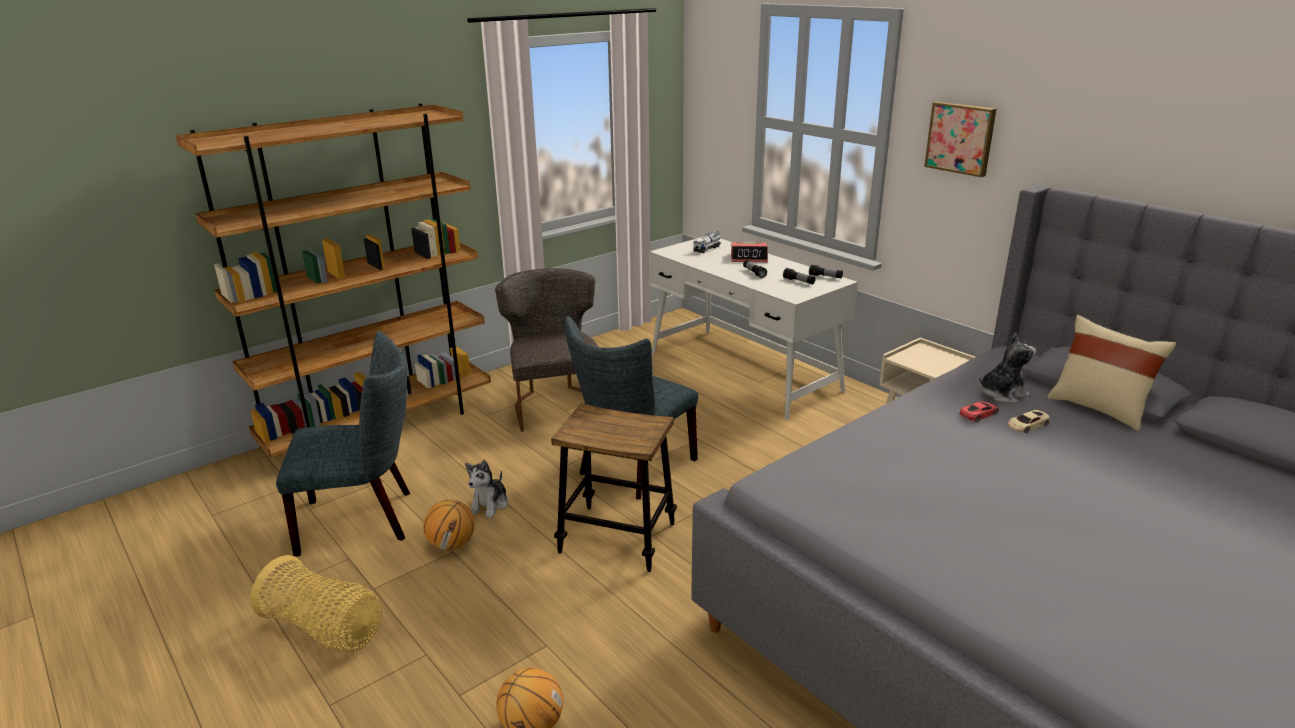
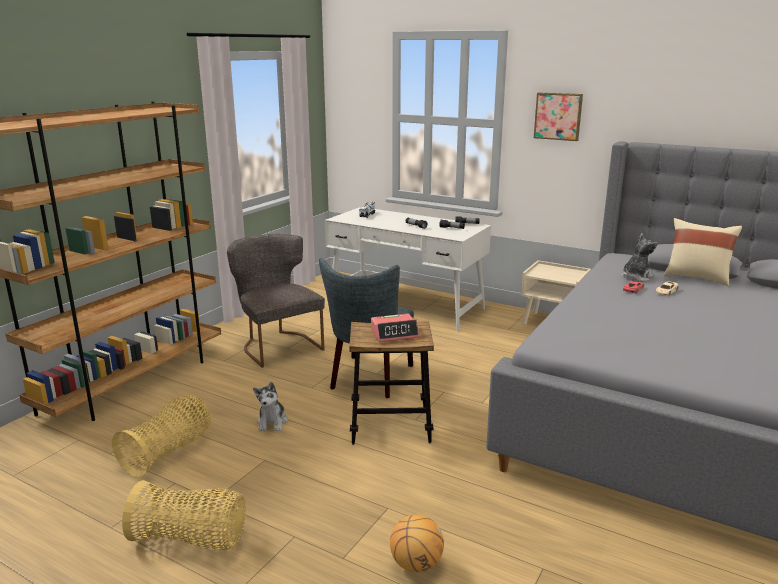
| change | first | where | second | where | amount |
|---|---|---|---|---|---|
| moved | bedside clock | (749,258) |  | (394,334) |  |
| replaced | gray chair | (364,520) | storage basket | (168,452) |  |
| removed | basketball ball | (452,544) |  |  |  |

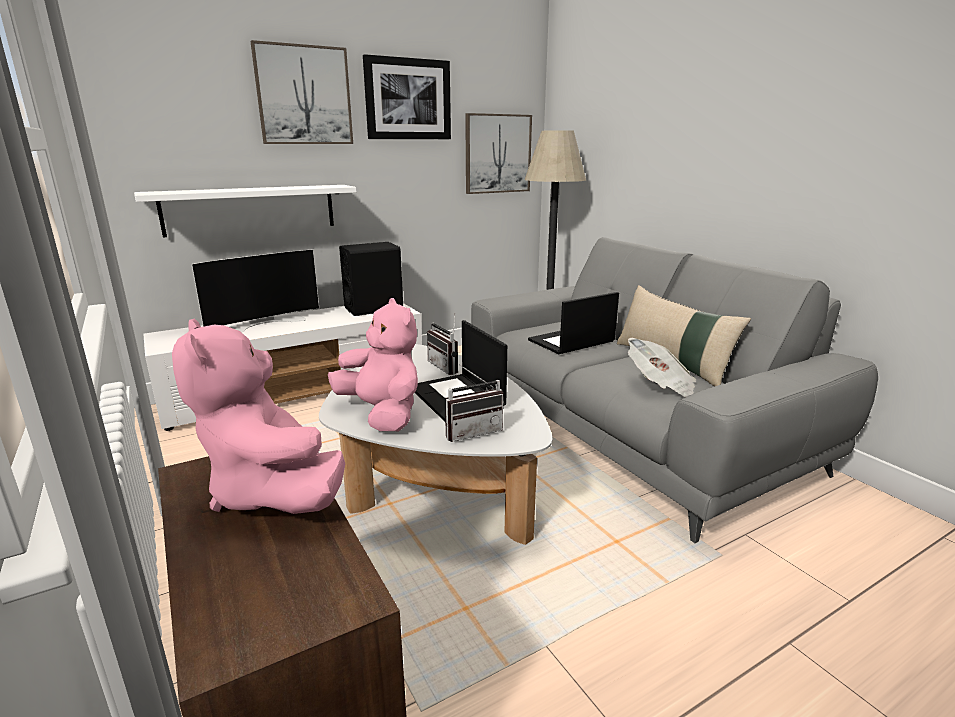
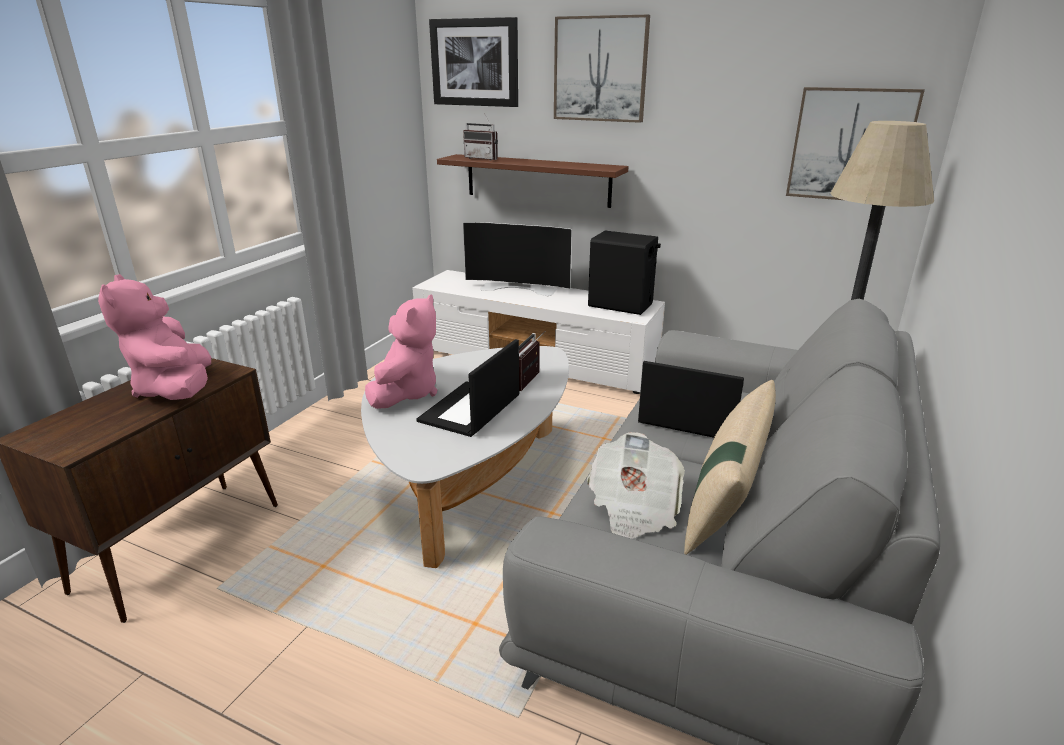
| change | first | where | second | where | amount |
|---|---|---|---|---|---|
| moved | wall picture | (408,99) |  | (475,63) |  |
| recoloured | white bracket shelf | (250,209) | brown-coloured bracket shelf | (537,180) |  |
| turned | pinkish soft toy | (272,492) |  | (176,390) | 45 degrees counterclockwise |
| moved | radio set | (472,431) |  | (483,158) |  |

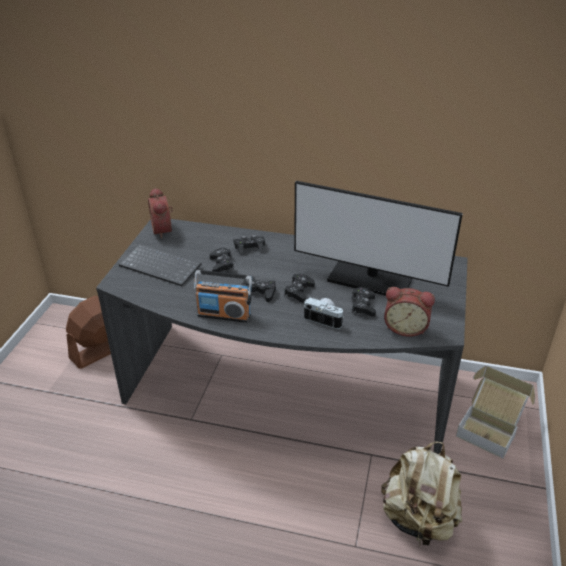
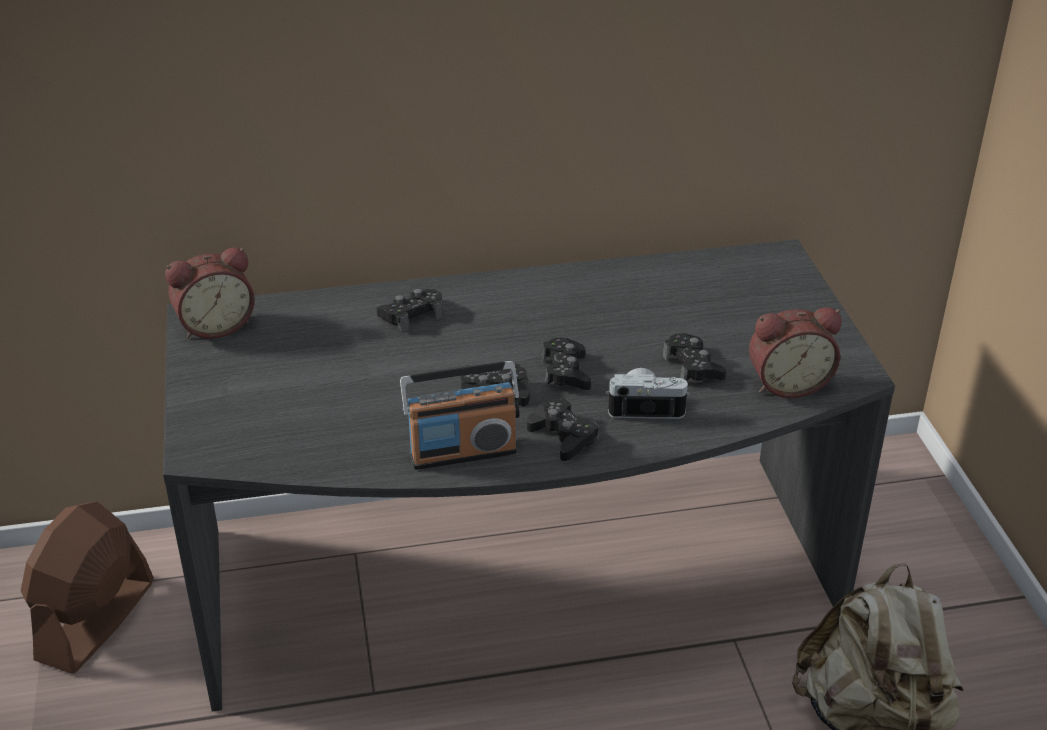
| change | first | where | second | where | amount |
|---|---|---|---|---|---|
| removed | computer display | (369,280) |  |  |  |
| turned | bedside clock | (164,230) |  | (215,325) | 75 degrees counterclockwise |
| removed | keyboard | (162,266) |  |  |  |
| moved | black-coloured joypad | (221,264) |  | (563,436) |  |
| removed | carton | (490,428) |  |  |  |

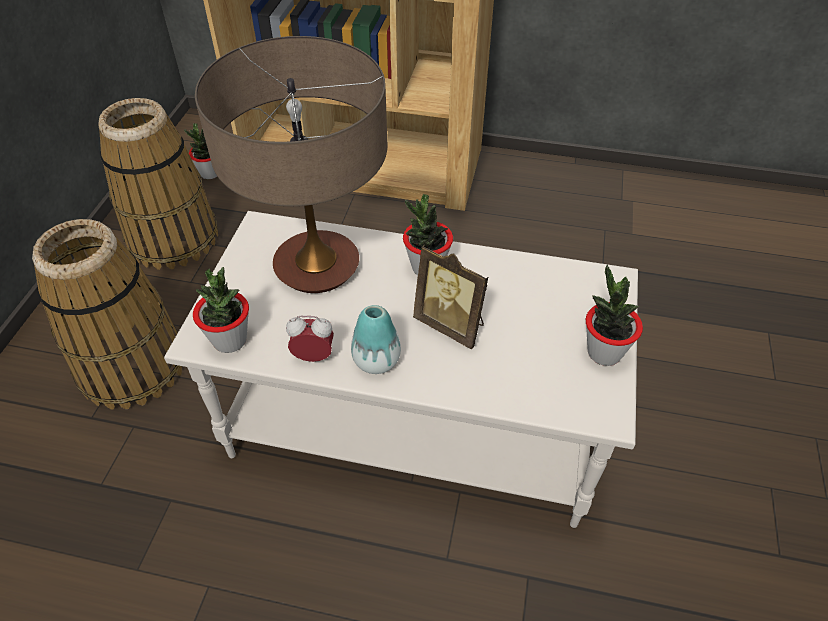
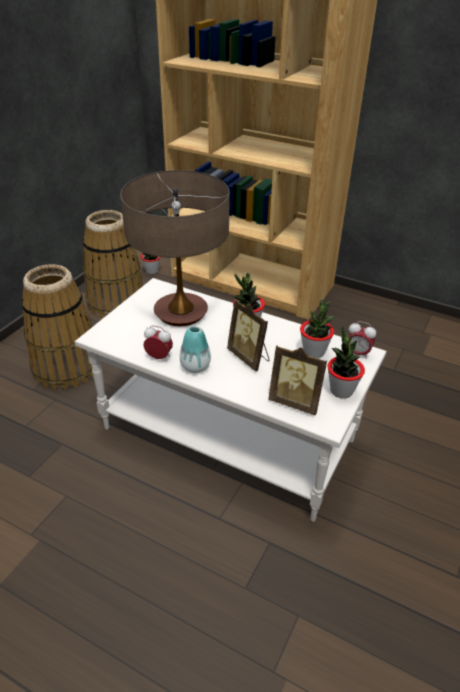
| change | first | where | second | where | amount |
|---|---|---|---|---|---|
| moved | houseplant | (230,340) |  | (314,352) |  |
| added |  |  | bedside clock | (357,353) |  |
| added |  |  | picture frame | (295,402) |  |

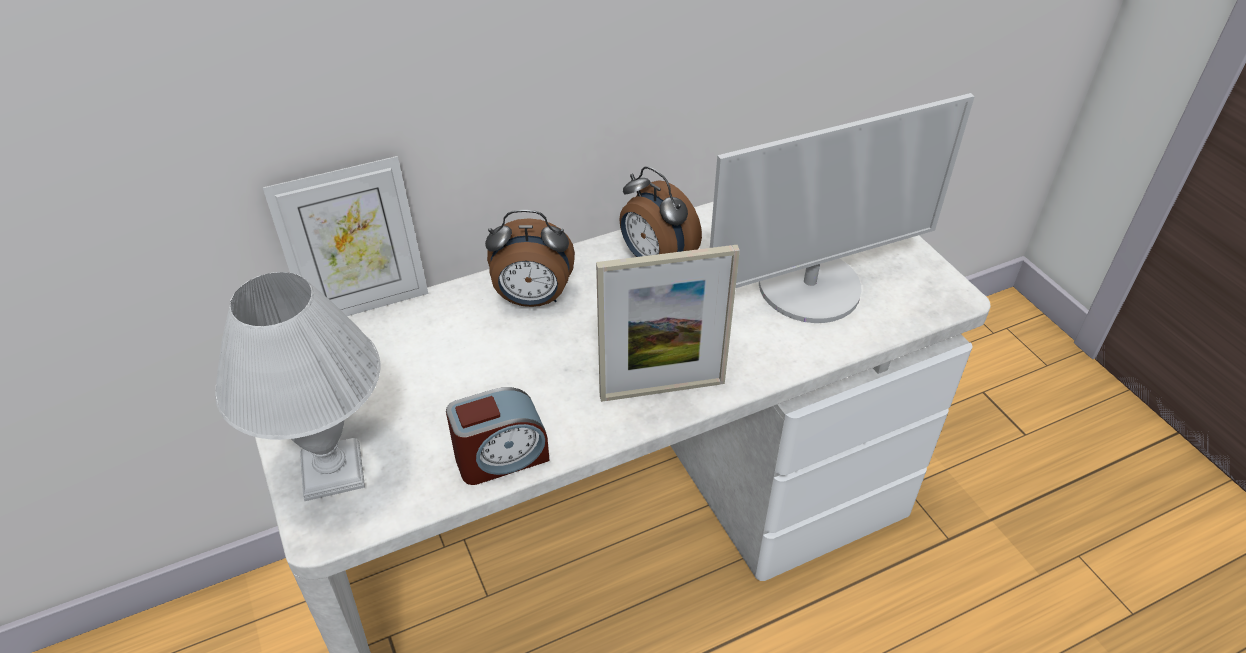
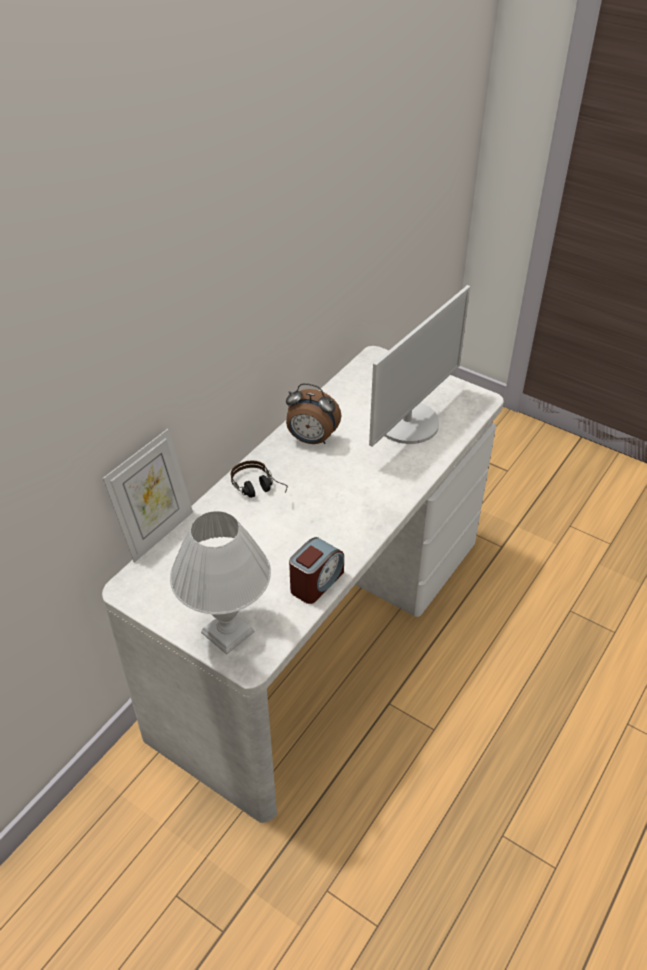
| change | first | where | second | where | amount |
|---|---|---|---|---|---|
| replaced | bedside clock | (532,299) | pair of headphones | (259,490) |  |
| removed | picture frame | (662,389) |  |  |  |

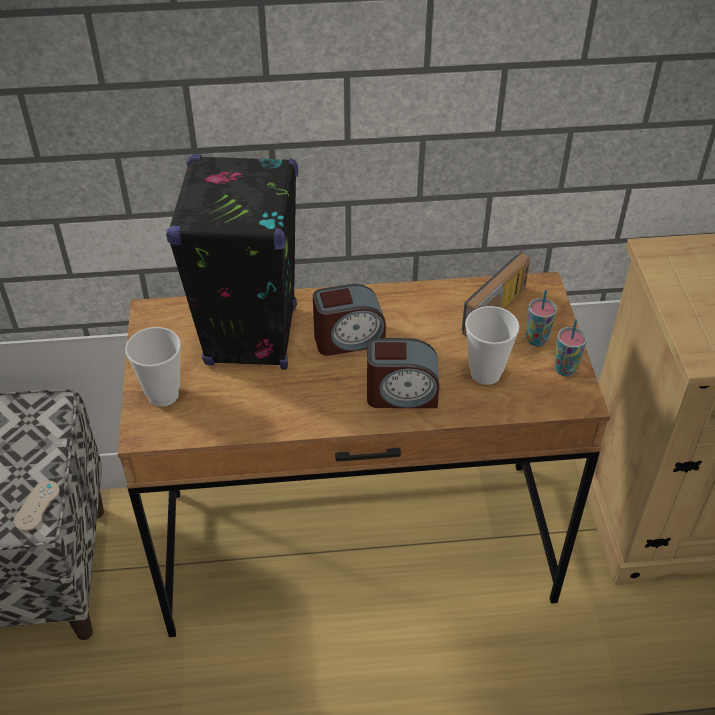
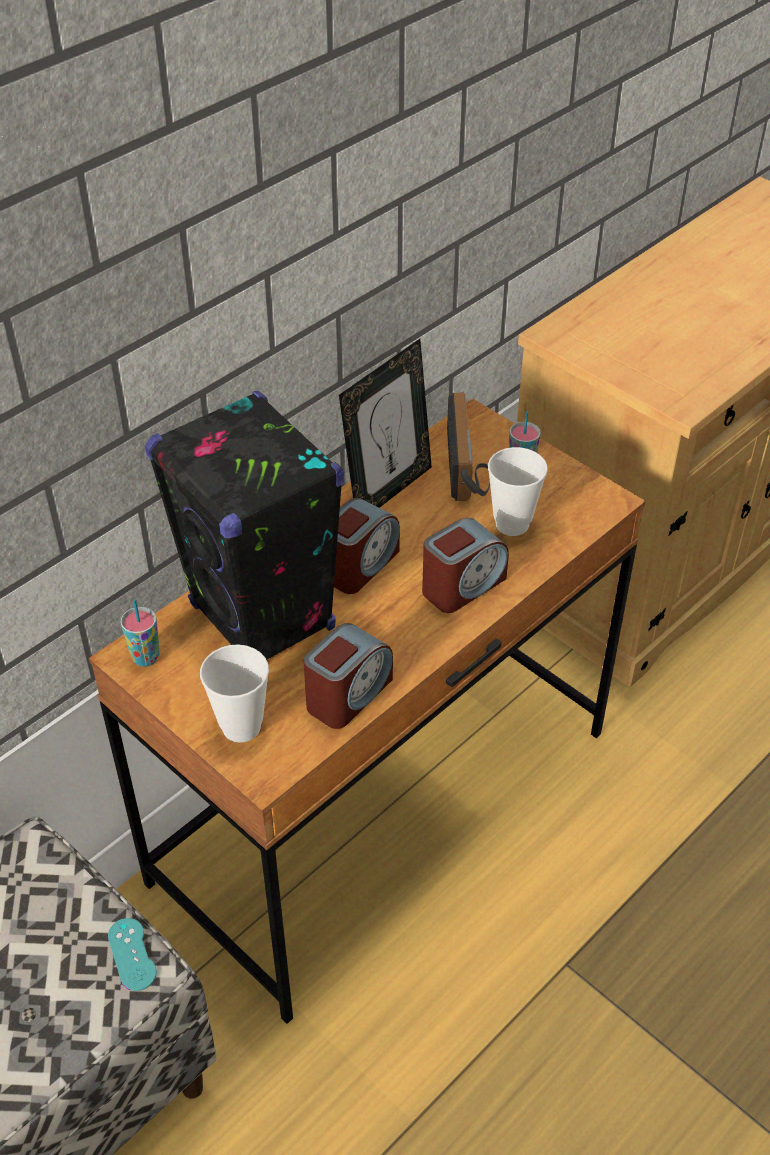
| change | first | where | second | where | amount |
|---|---|---|---|---|---|
| moved | drinking cup | (565,369) |  | (145,657) |  |
| recoloured | beige-coloured joypad | (37,506) | turquoise joypad | (132,954) |  |
| added |  |  | picture frame | (387,491) |  |
| added |  |  | bedside clock | (348,694) |  |

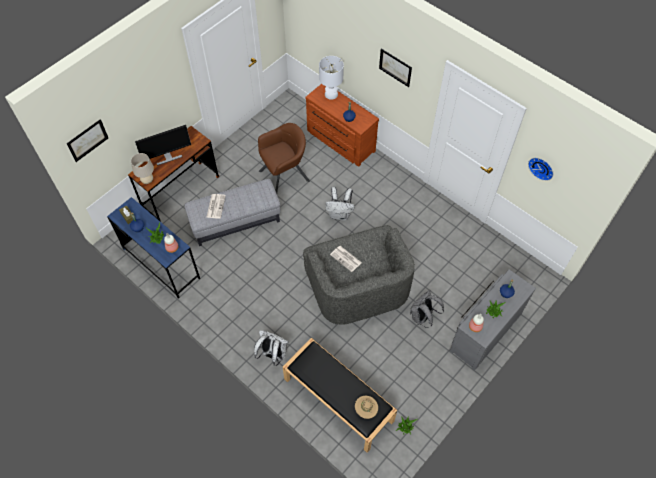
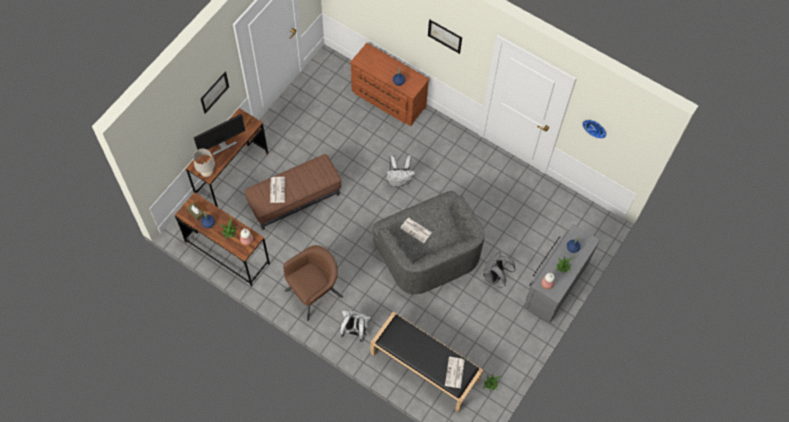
| change | first | where | second | where | amount |
|---|---|---|---|---|---|
| removed | white table lamp | (331,94) |  |  |  |
| moved | wall picture | (87,140) |  | (214,92) |  |
| moved | brown-coloured easy chair | (284,176) |  | (314,293) |  |
| recoloured | gray ottoman | (236,222) | brown-coloured ottoman | (295,200) |  |
| recoloured | blue desk | (161,263) | brown-coloured desk | (227,252) |  |
| replaced | beige-coloured clothing hat | (366,409) | printed paper | (454,373) |  |

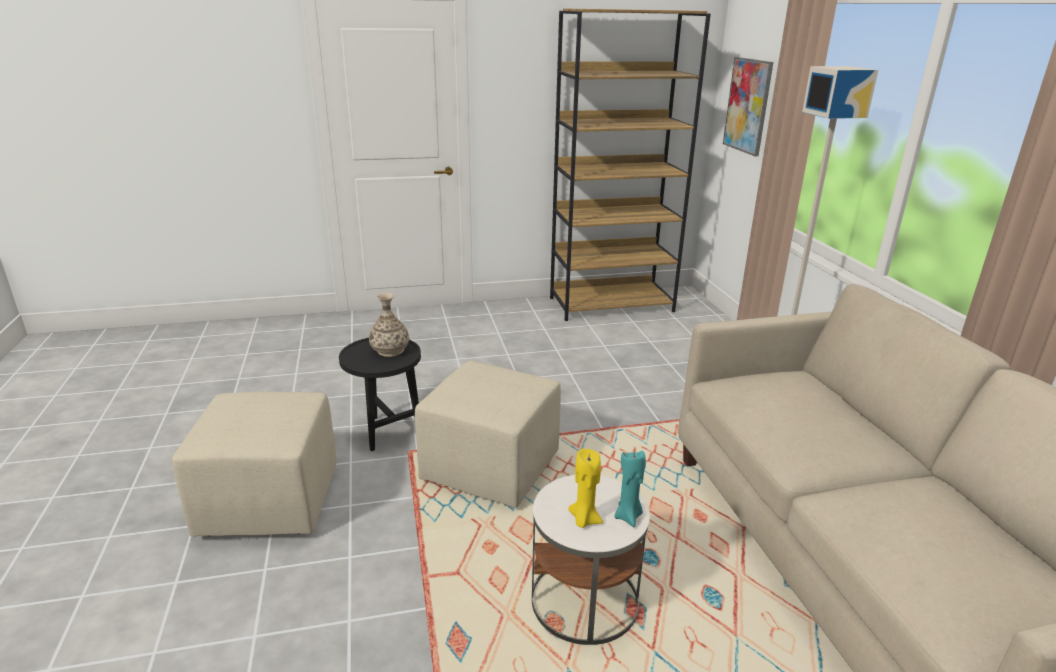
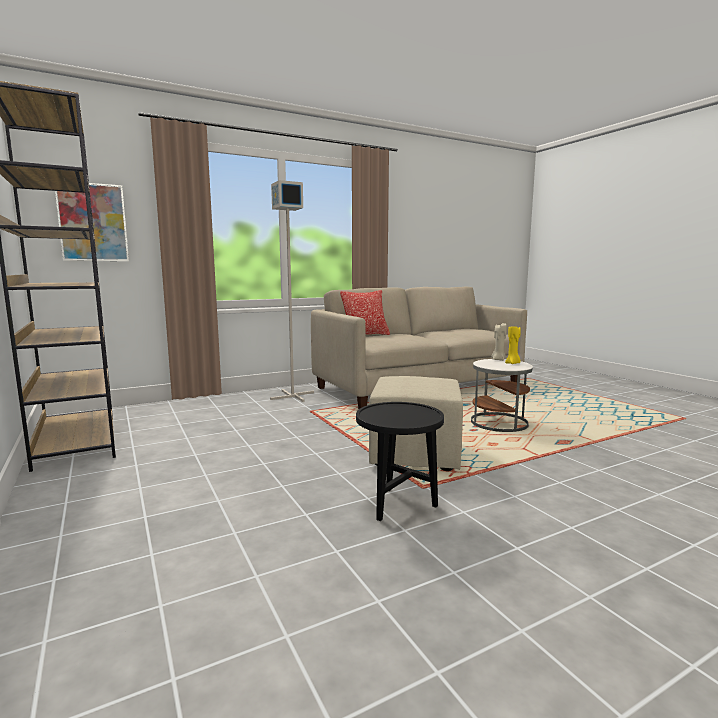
| change | first | where | second | where | amount |
|---|---|---|---|---|---|
| removed | vase | (390,350) |  |  |  |
| removed | beige-coloured ottoman | (269,501) |  |  |  |
| recoloured | turquoise wax light | (628,516) | beige-coloured wax light | (498,359) |  |
| added |  |  | pillow | (365,335) |  |

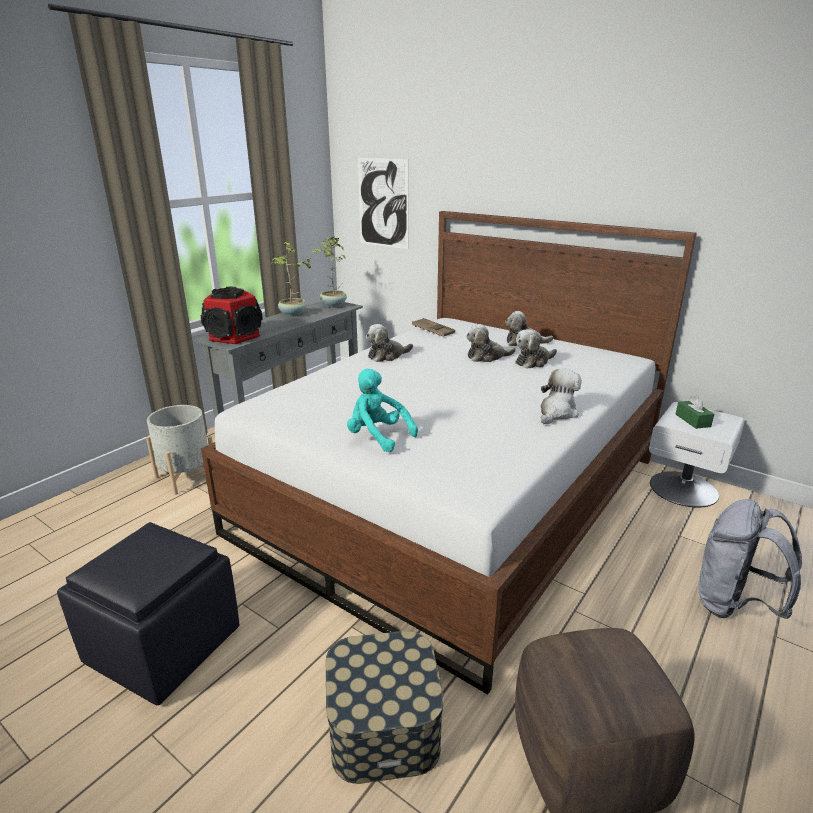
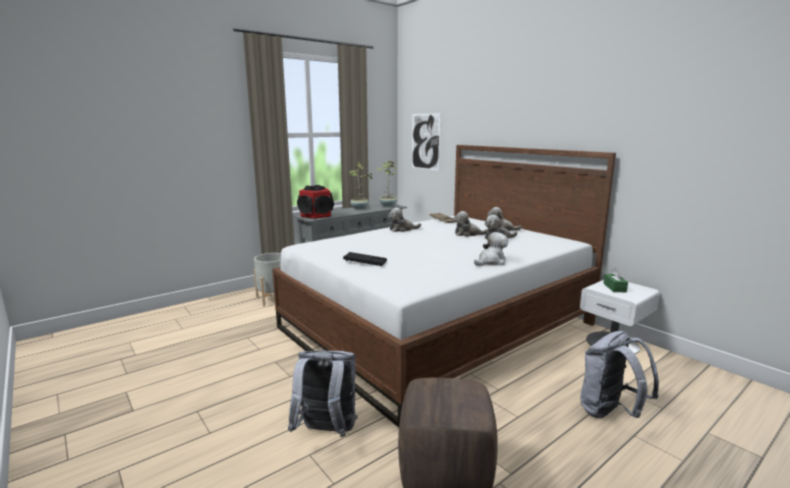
| change | first | where | second | where | amount |
|---|---|---|---|---|---|
| replaced | turquoise soft toy | (377,437) | black-coloured serving tray | (365,262) |  |
| removed | black-coloured ottoman | (164,647) |  |  |  |
| replaced | storage box | (383,727) | gray knapsack | (326,432) |  |

